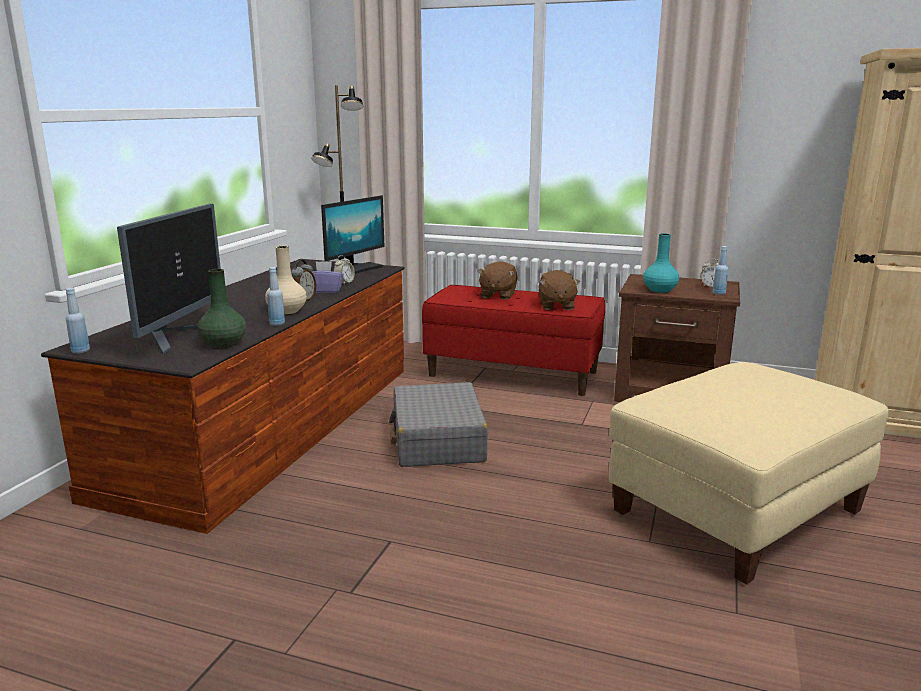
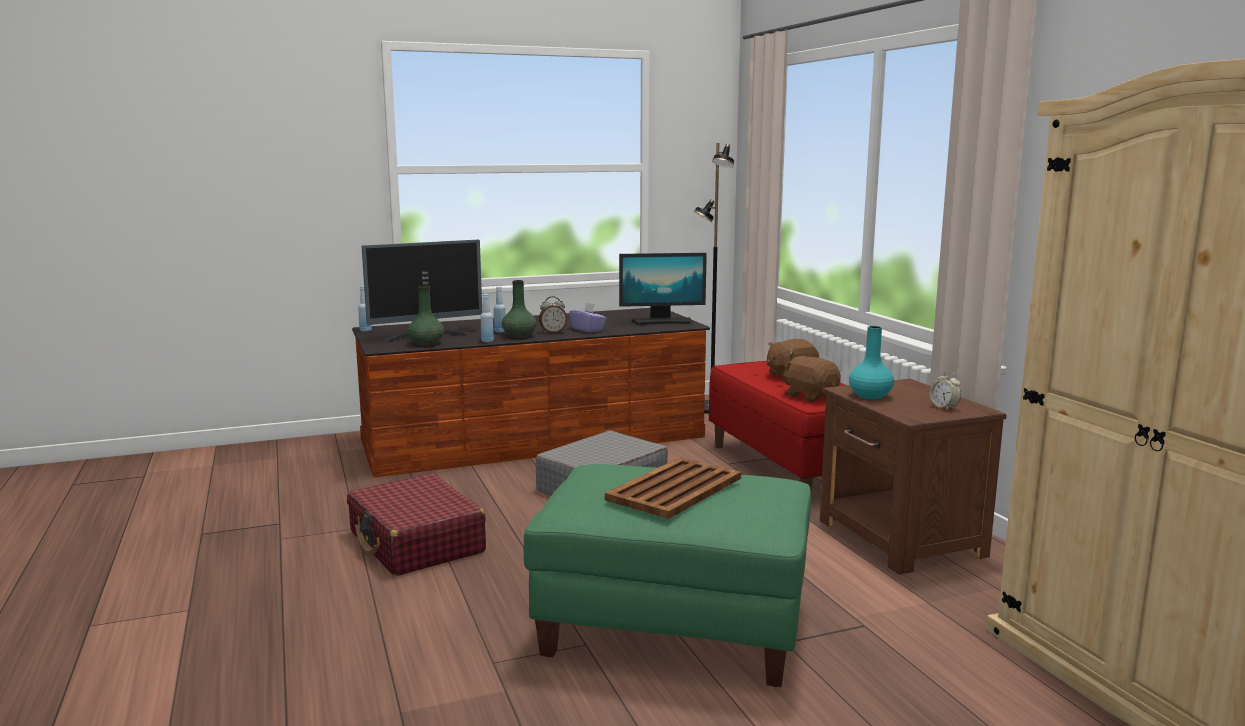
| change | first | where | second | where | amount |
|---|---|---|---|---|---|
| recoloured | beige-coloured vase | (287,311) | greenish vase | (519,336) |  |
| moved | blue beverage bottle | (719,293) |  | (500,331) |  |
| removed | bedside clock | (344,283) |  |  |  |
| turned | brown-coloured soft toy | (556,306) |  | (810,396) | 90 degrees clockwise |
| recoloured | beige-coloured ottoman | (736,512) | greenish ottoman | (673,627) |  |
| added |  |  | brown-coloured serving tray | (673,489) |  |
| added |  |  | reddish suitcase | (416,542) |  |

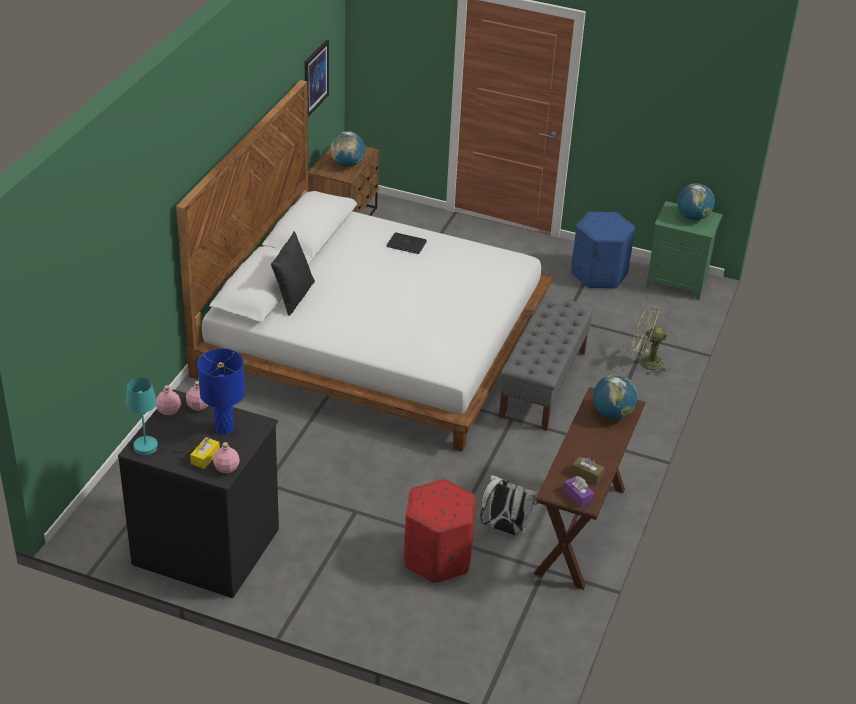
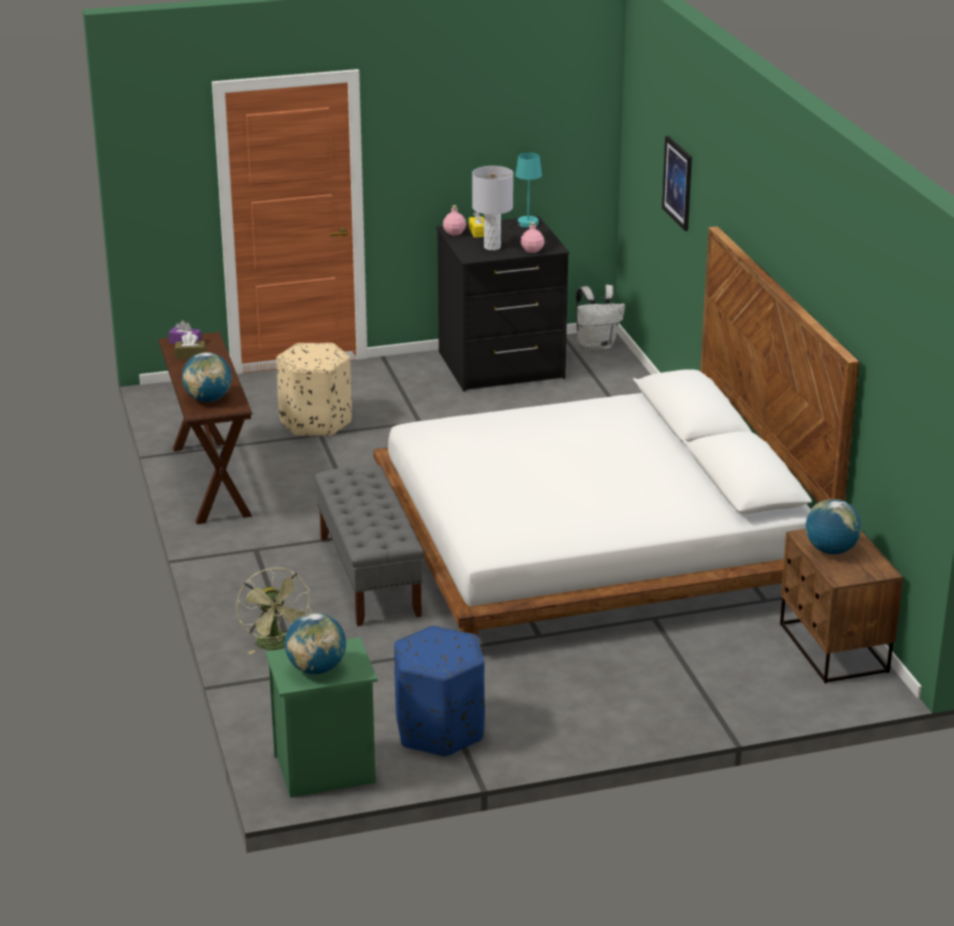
| change | first | where | second | where | amount |
|---|---|---|---|---|---|
| moved | wall picture | (315,78) |  | (678,183) |  |
| removed | black-coloured pillow | (293,297) |  |  |  |
| removed | notebook computer | (406,244) |  |  |  |
| turned | greenish cooling fan | (645,362) |  | (276,645) | 90 degrees clockwise |
| recoloured | blue table lamp | (224,428) | gray table lamp | (492,247) |  |
| removed | pinkish beverage bottle | (169,411) |  |  |  |
| moved | white knapsack | (505,529) |  | (596,345) |  |
| recoloured | reddish ottoman | (437,557) | beige-coloured ottoman | (316,422) |  |

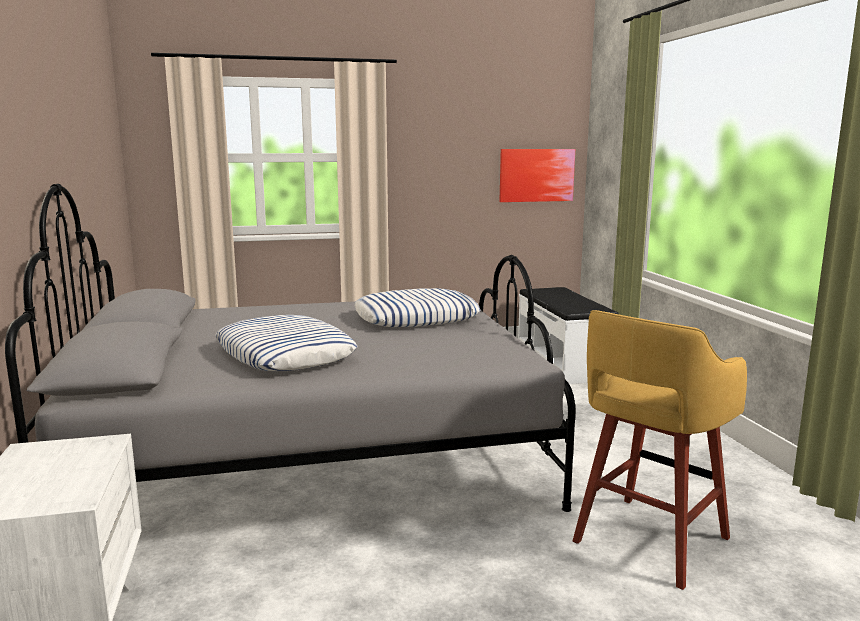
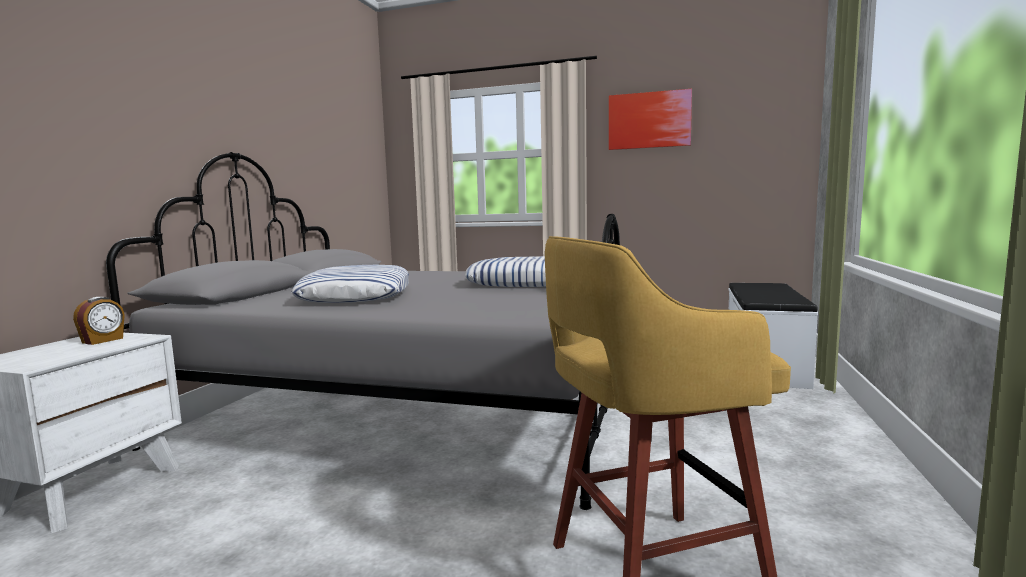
| change | first | where | second | where | amount |
|---|---|---|---|---|---|
| moved | wall picture | (536,175) |  | (649,120) |  |
| added |  |  | bedside clock | (103,340) |  |

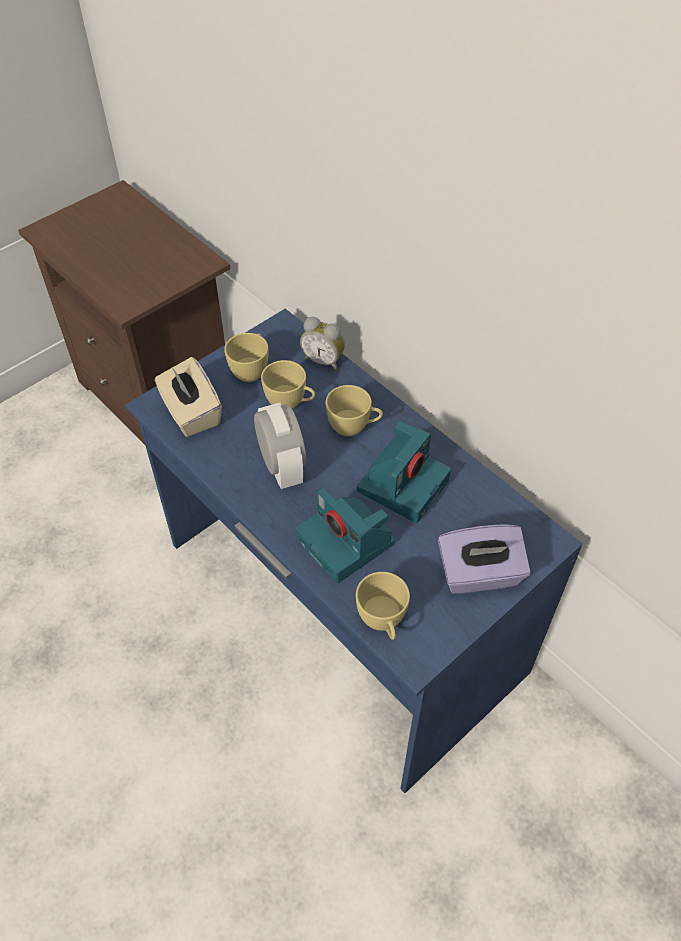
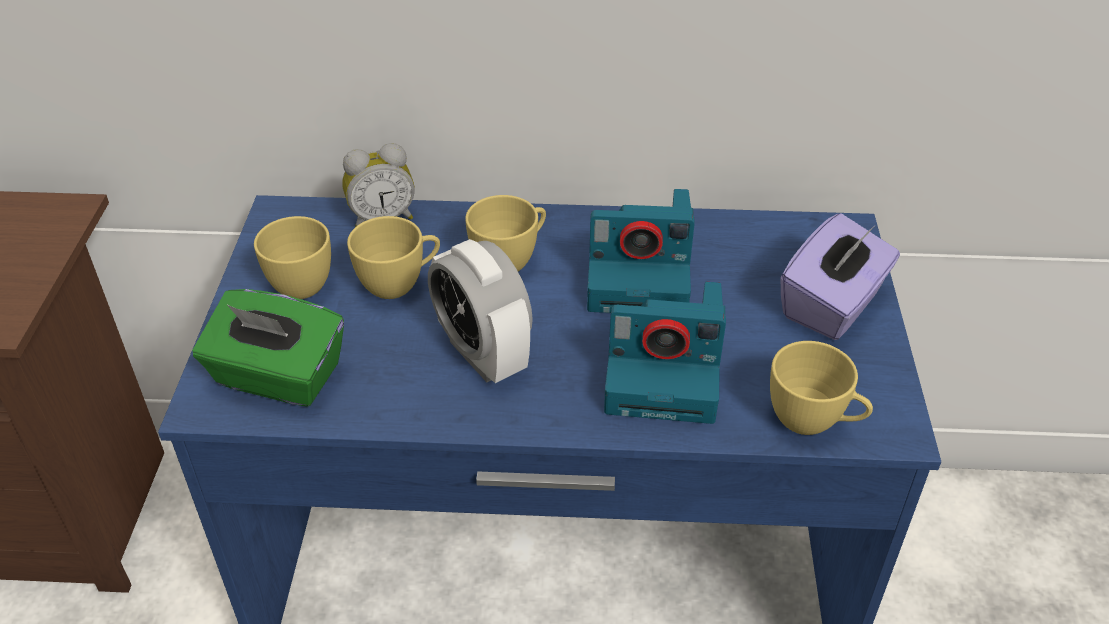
| change | first | where | second | where | amount |
|---|---|---|---|---|---|
| recoloured | beige-coloured tissue box | (191,413) | greenish tissue box | (277,377) |  |
| turned | bedside clock | (282,467) |  | (483,354) | 150 degrees counterclockwise |
| turned | still camera | (403,483) |  | (641,277) | 105 degrees clockwise |

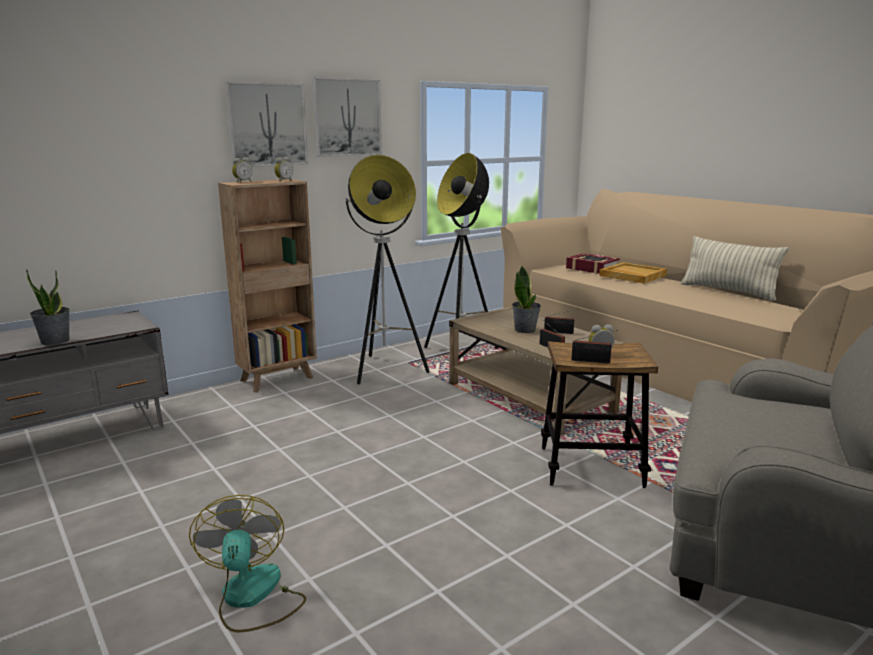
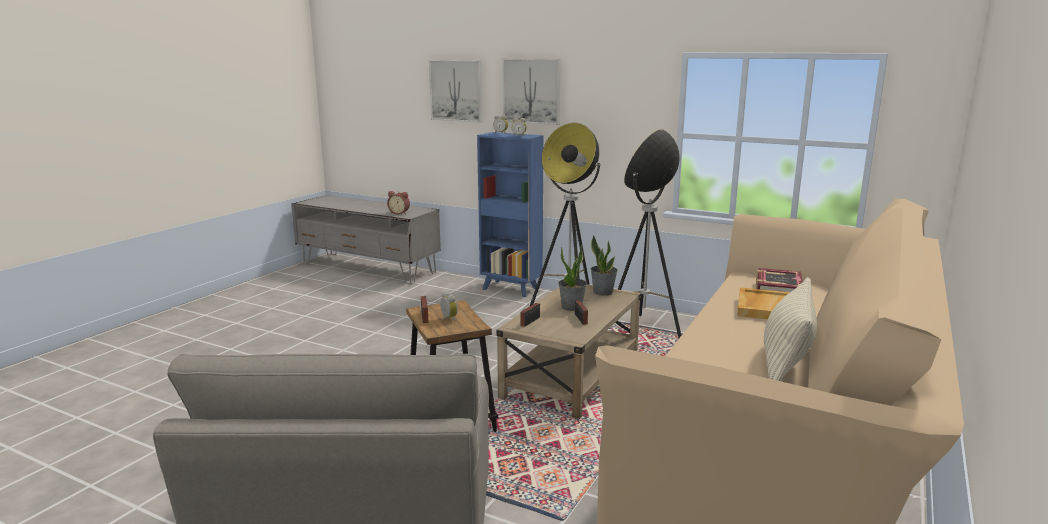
| change | first | where | second | where | amount |
|---|---|---|---|---|---|
| moved | wall picture | (347,117) |  | (456,90) |  |
| recoloured | brown-coloured bookshelf | (278,379) | blue bookshelf | (511,289) |  |
| moved | houseplant | (55,341) |  | (603,292) |  |
| removed | cooling fan | (252,597) |  |  |  |
| added |  |  | bedside clock | (399,213) |  |

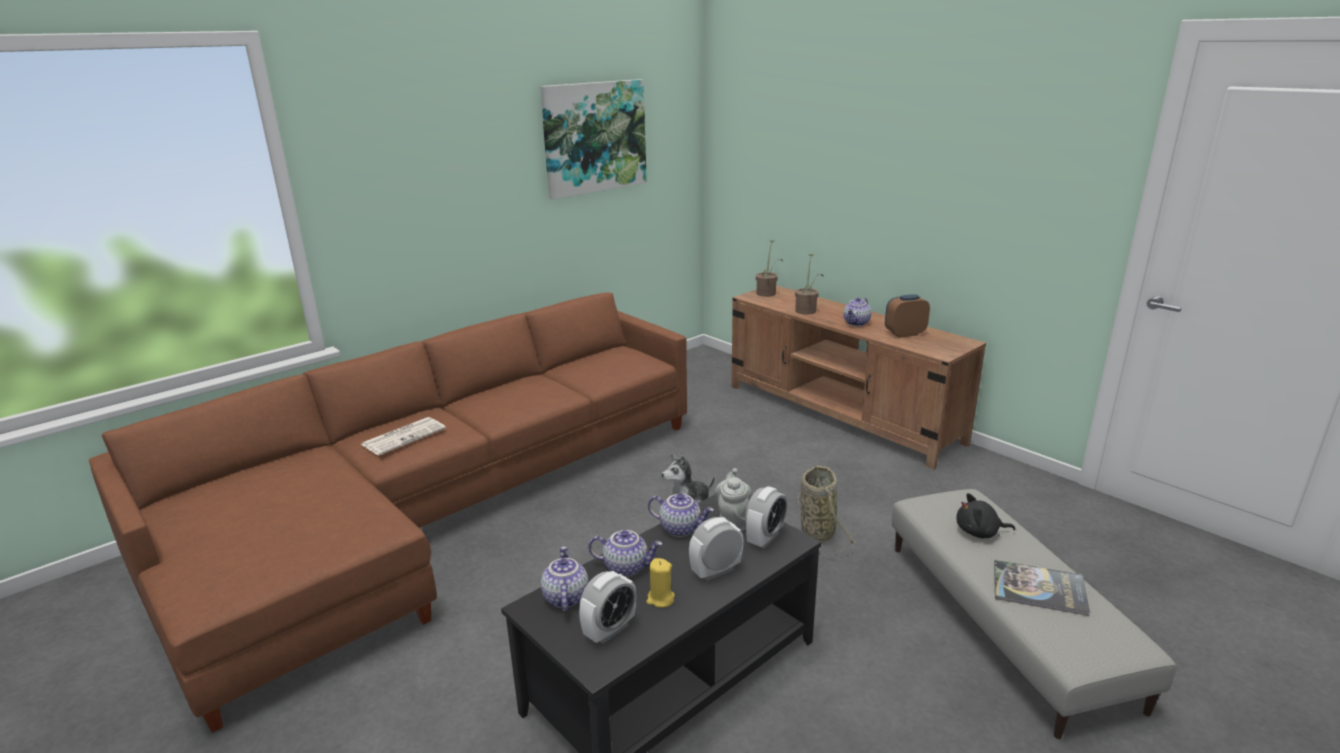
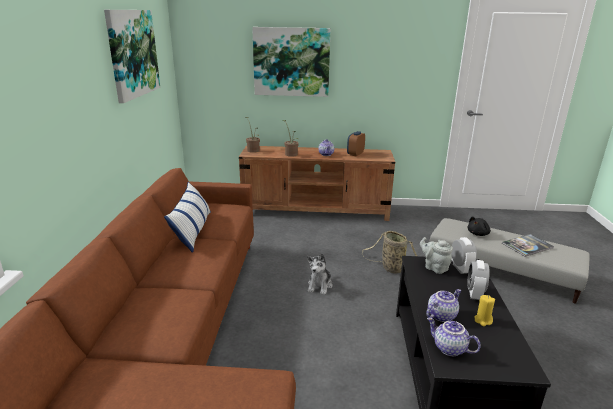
| change | first | where | second | where | amount |
|---|---|---|---|---|---|
| removed | printed paper | (404,436) |  |  |  |
| removed | tea pot | (681,528) |  |  |  |
| removed | bedside clock | (609,630) |  |  |  |
| added |  |  | wall picture | (291,62) |  |
| added |  |  | pillow | (192,231) |  |

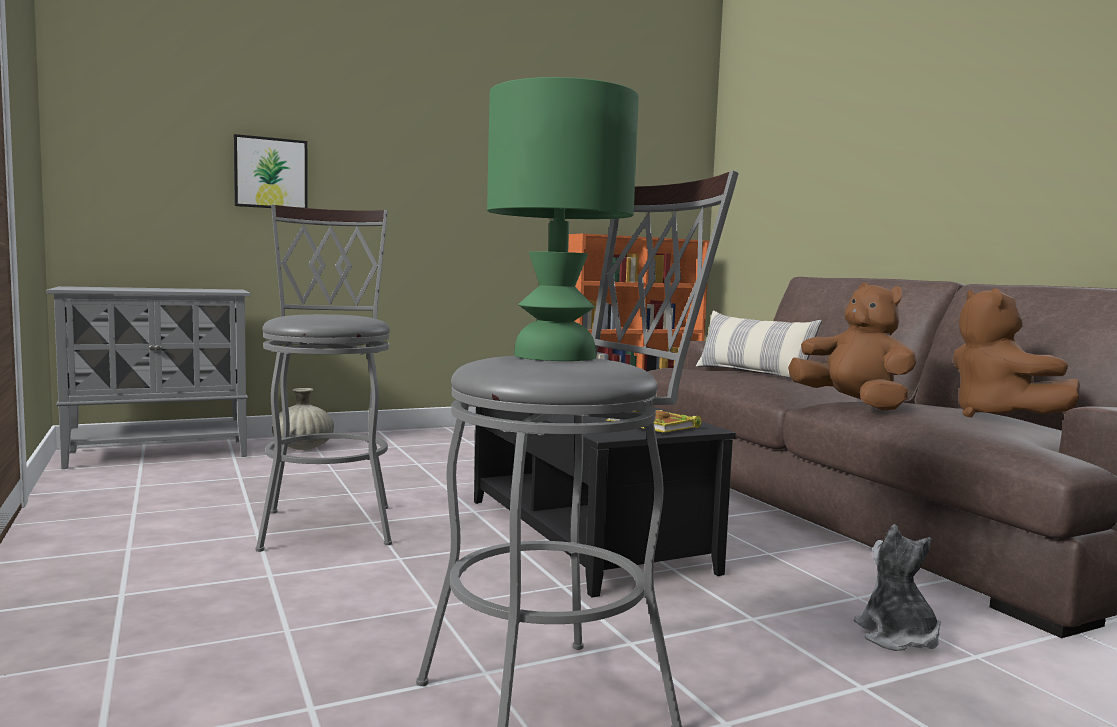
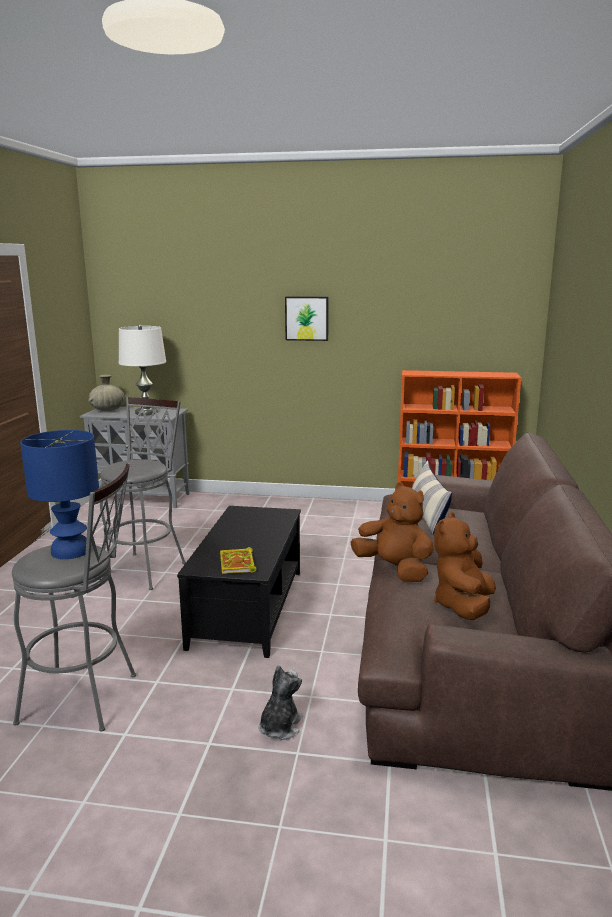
| change | first | where | second | where | amount |
|---|---|---|---|---|---|
| recoloured | greenish table lamp | (556,356) | blue table lamp | (71,551) |  |
| moved | wall picture | (270,173) |  | (307,318) |  |
| turned | brown-coloured soft toy | (853,404) |  | (394,570) | 45 degrees counterclockwise |
| moved | beige-coloured vase | (303,448) |  | (107,410) |  |
| added |  |  | white table lamp | (146,412) |  |

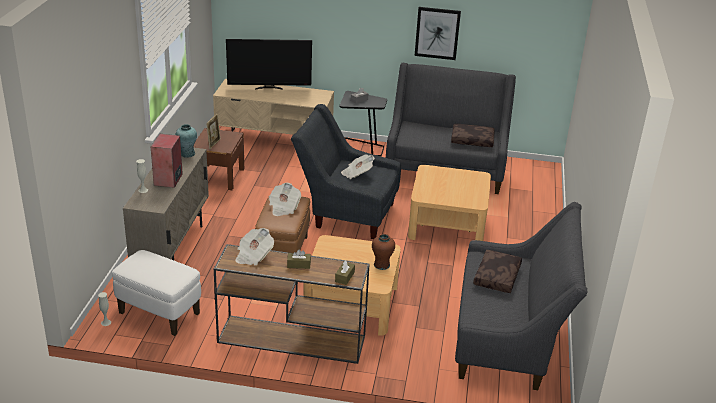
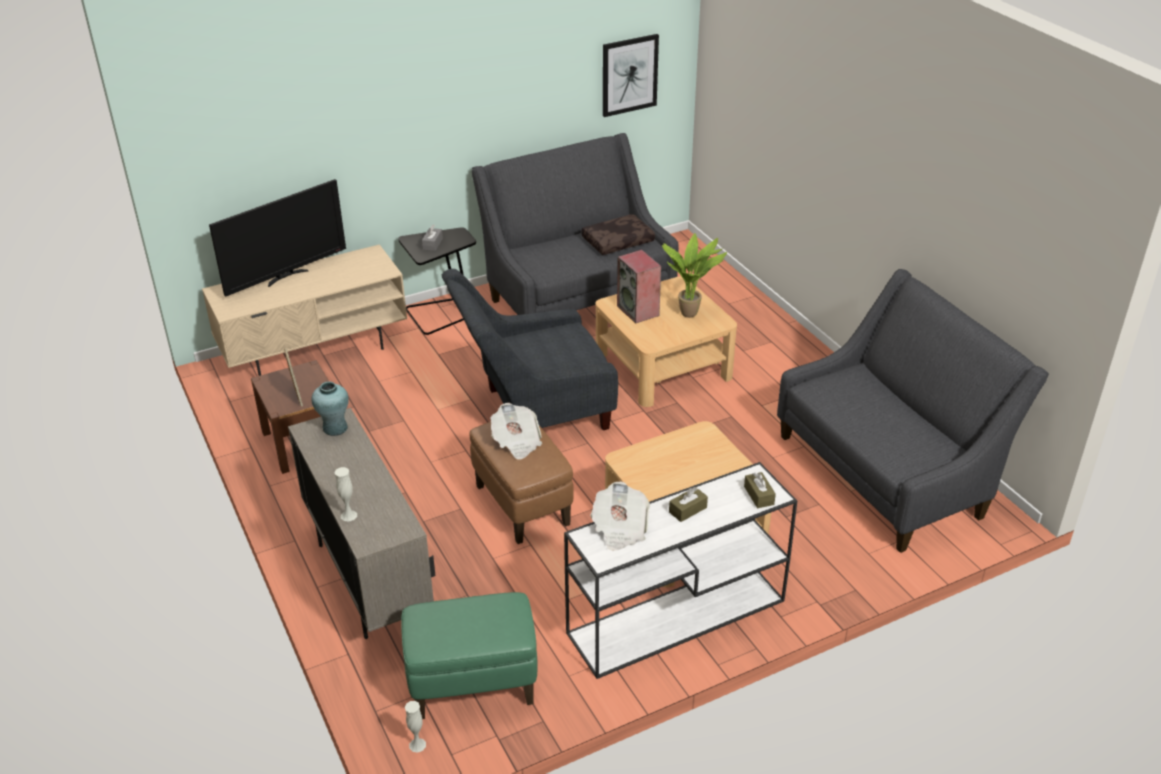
| change | first | where | second | where | amount |
|---|---|---|---|---|---|
| moved | wall picture | (437,33) |  | (629,75) |  |
| moved | loudspeaker | (168,180) |  | (638,311) |  |
| removed | printed paper | (357,174) |  |  |  |
| removed | brown-coloured vase | (381,265) |  |  |  |
| recoloured | brown-coloured narrow table | (290,339) | white narrow table | (675,618) |  |
| recoloured | white ottoman | (159,313) | greenish ottoman | (473,685) |  |
| removed | brown-coloured pillow | (497,277) |  |  |  |
| added |  |  | houseplant | (691,313) |  |

